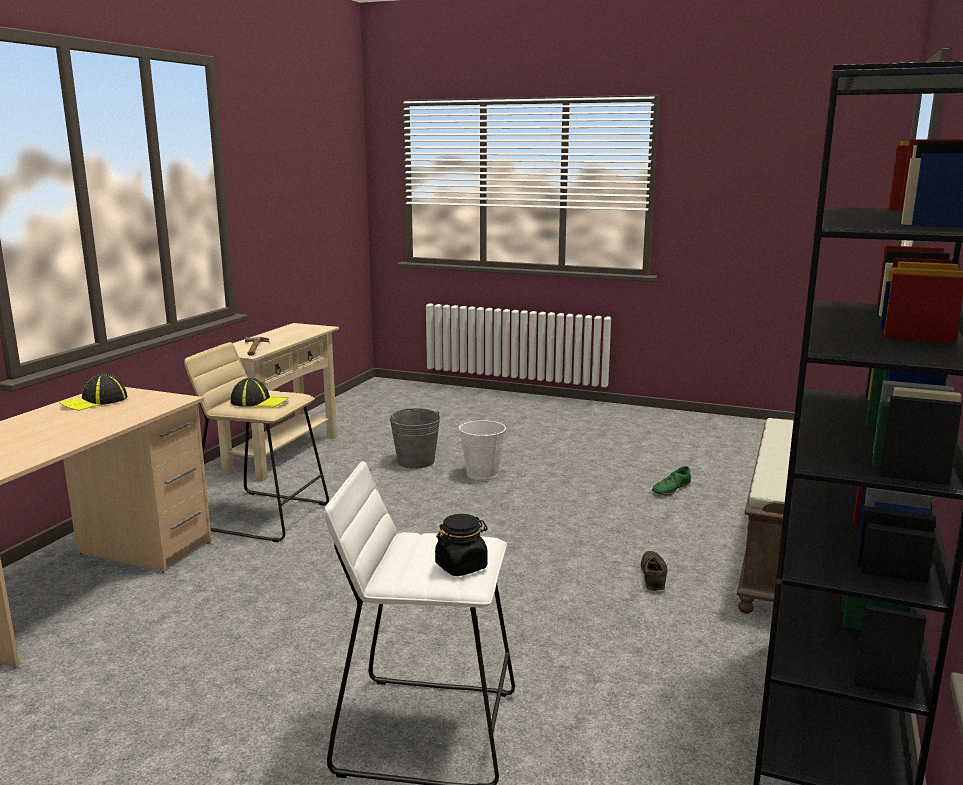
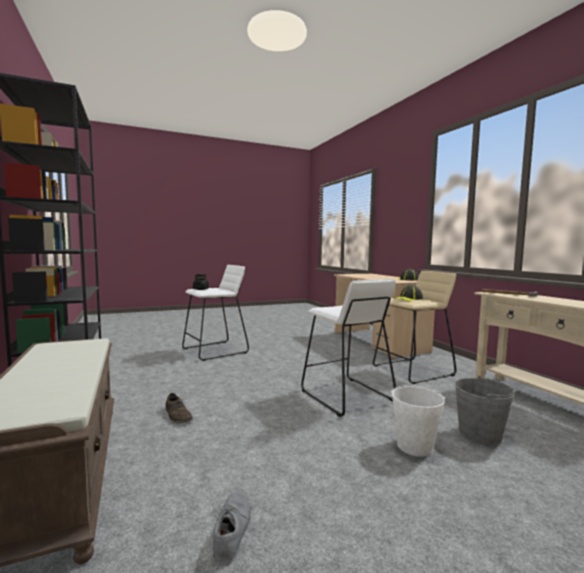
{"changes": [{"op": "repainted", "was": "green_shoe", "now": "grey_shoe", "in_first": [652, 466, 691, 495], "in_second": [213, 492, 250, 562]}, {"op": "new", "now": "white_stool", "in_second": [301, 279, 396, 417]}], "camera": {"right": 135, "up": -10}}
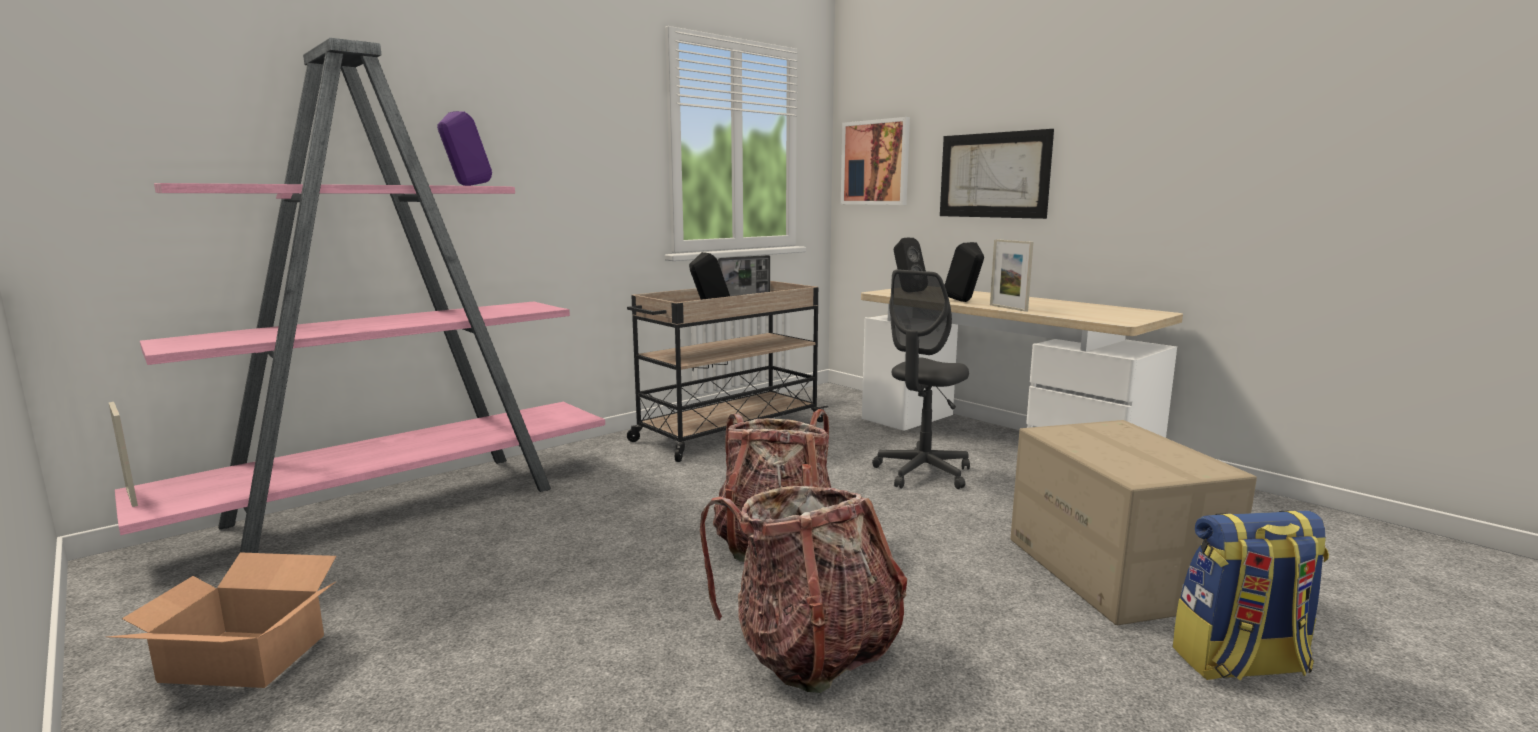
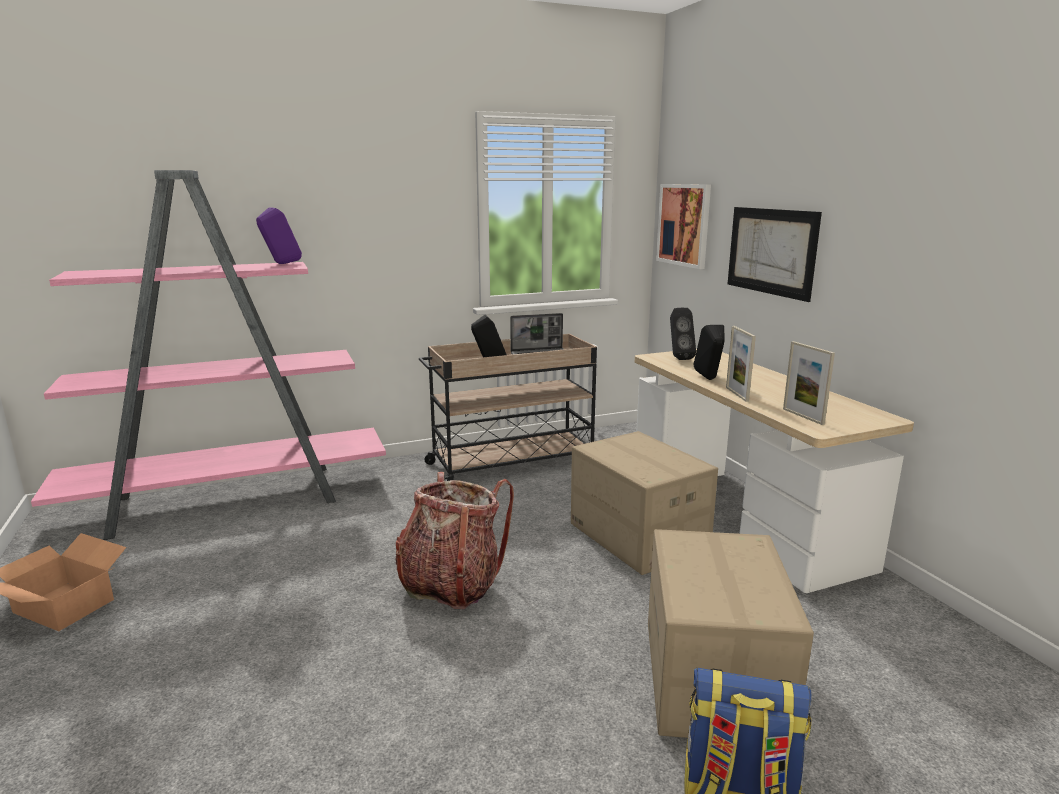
{"changes": [{"op": "shifted", "was": "picture_frame", "in_first": [108, 402, 138, 507], "in_second": [783, 341, 835, 425]}, {"op": "gone", "was": "backpack", "in_first": [700, 464, 907, 693]}, {"op": "swapped", "was": "grey_office_chair", "now": "cardboard_box", "in_first": [872, 269, 970, 489], "in_second": [571, 431, 718, 575]}], "camera": {"right": 20, "up": 5}}
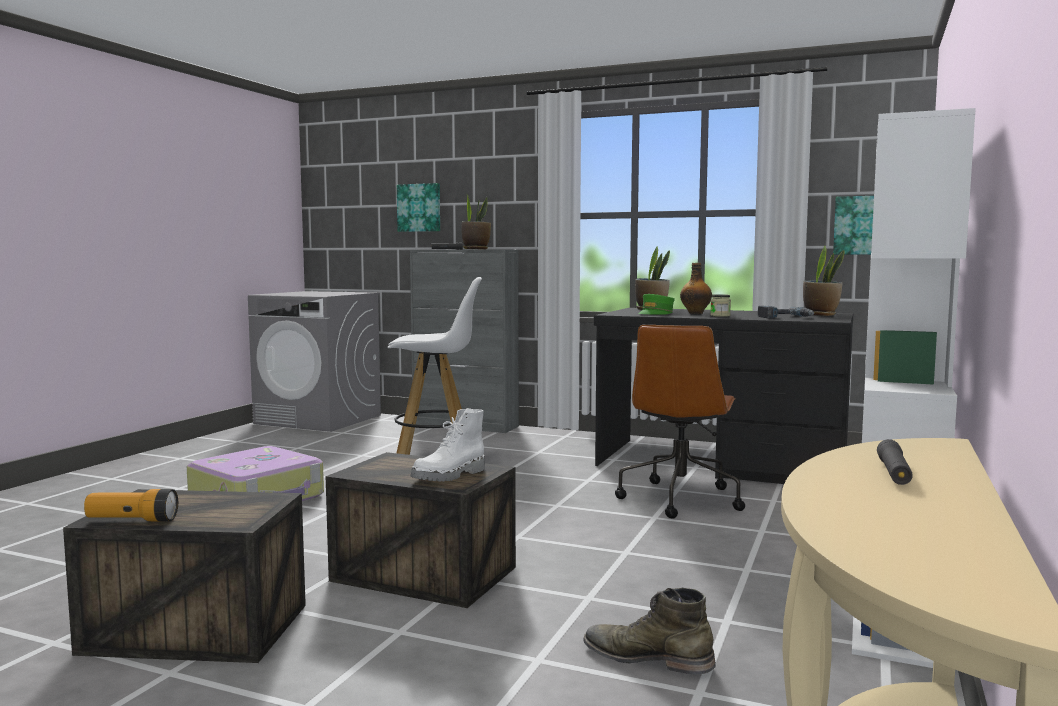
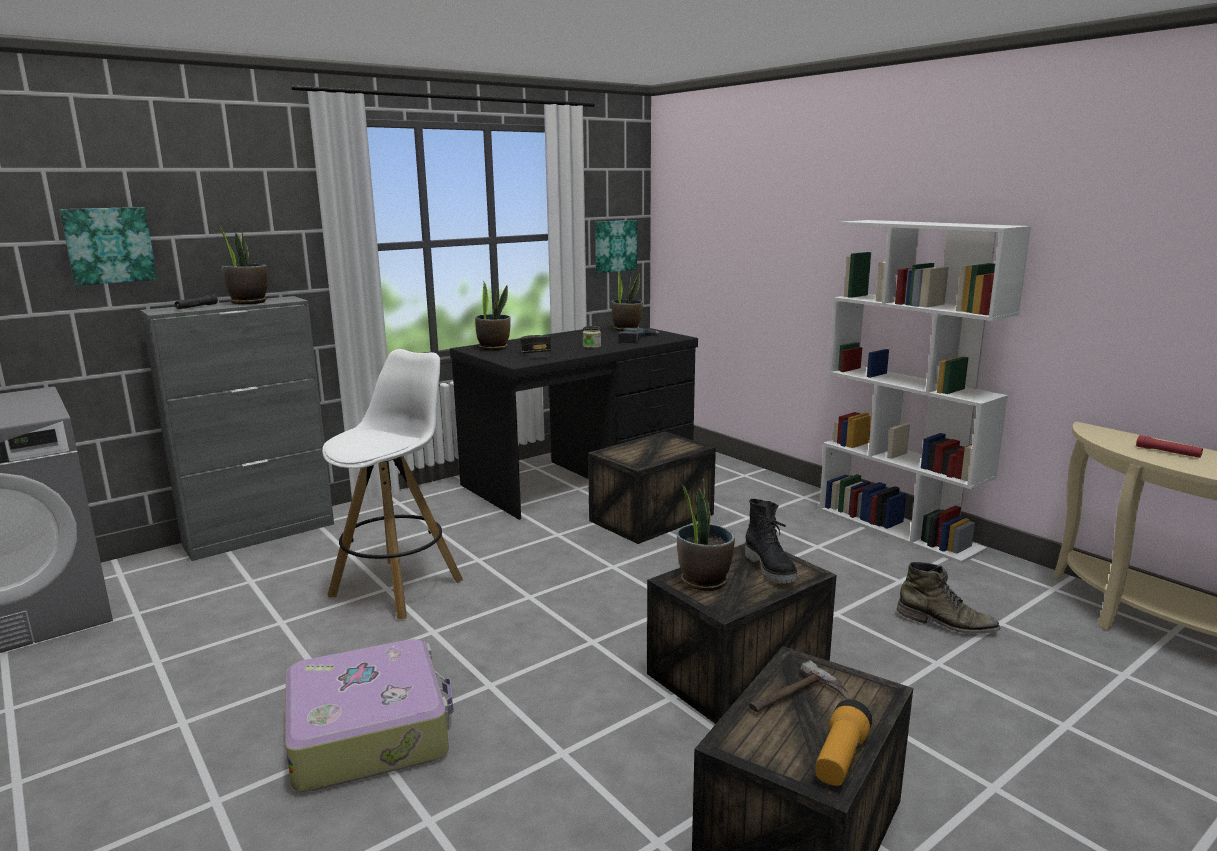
{"changes": [{"op": "repainted", "was": "white_boot", "now": "black_boot", "in_first": [410, 408, 485, 481], "in_second": [745, 499, 797, 583]}, {"op": "rotated", "was": "green_boot", "in_first": [583, 588, 716, 675], "in_second": [897, 562, 1000, 634], "clockwise": -120}, {"op": "swapped", "was": "brown_office_chair", "now": "crate", "in_first": [615, 325, 745, 519], "in_second": [588, 431, 716, 544]}, {"op": "repainted", "was": "green_cap", "now": "grey_cap", "in_first": [638, 294, 675, 315], "in_second": [520, 335, 553, 358]}, {"op": "gone", "was": "bottle", "in_first": [680, 263, 712, 314]}, {"op": "repainted", "was": "black_flashlight", "now": "red_flashlight", "in_first": [877, 439, 913, 485], "in_second": [1136, 435, 1203, 458]}, {"op": "new", "now": "potted_plant", "in_second": [677, 478, 735, 591]}, {"op": "new", "now": "hammer", "in_second": [749, 660, 848, 712]}], "camera": {"right": -60, "up": 10}}
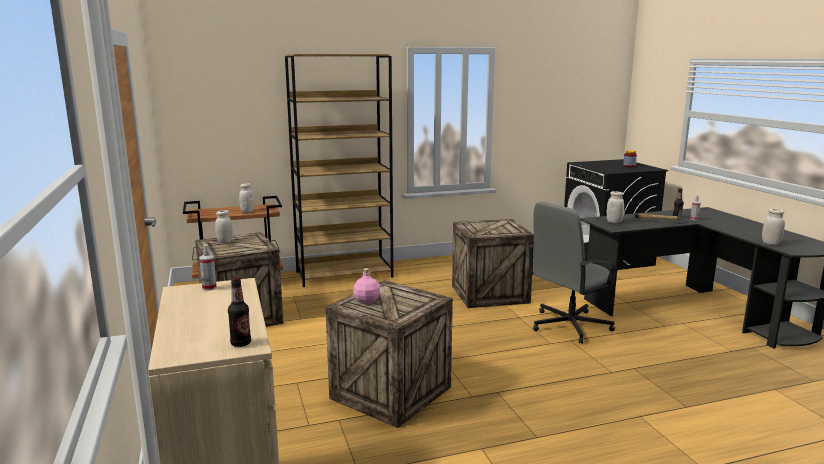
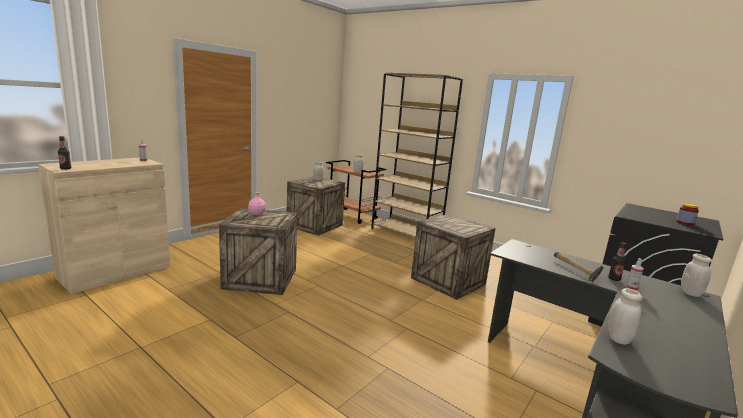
{"changes": [{"op": "gone", "was": "grey_office_chair", "in_first": [528, 201, 619, 343]}, {"op": "shifted", "was": "white_jar", "in_first": [607, 191, 624, 223], "in_second": [681, 254, 712, 297]}], "camera": {"right": 55, "up": 0}}
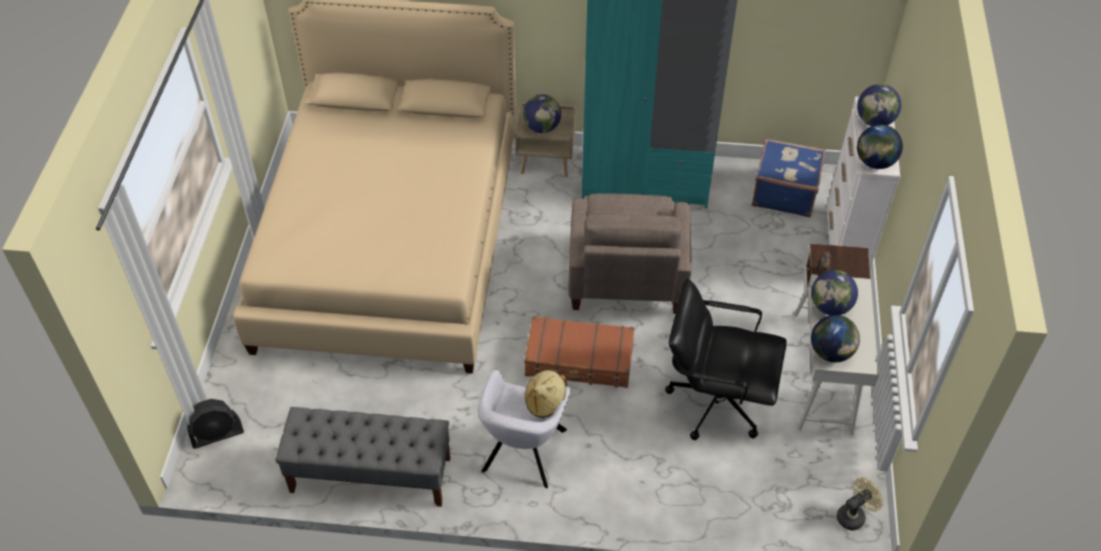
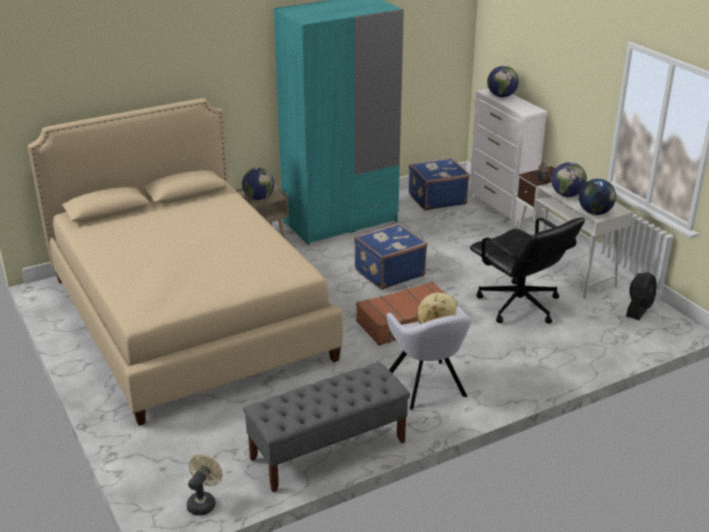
{"changes": [{"op": "shifted", "was": "black_fan", "in_first": [187, 399, 244, 449], "in_second": [626, 272, 657, 320]}, {"op": "swapped", "was": "beige_armchair", "now": "blue_suitcase", "in_first": [569, 193, 692, 314], "in_second": [354, 223, 427, 290]}, {"op": "rotated", "was": "black_office_chair", "in_first": [665, 279, 787, 440], "in_second": [470, 217, 585, 323], "clockwise": -105}, {"op": "shifted", "was": "beige_fan", "in_first": [837, 477, 883, 531], "in_second": [187, 454, 222, 516]}, {"op": "gone", "was": "globe", "in_first": [857, 124, 903, 169]}], "camera": {"right": -35, "up": -20}}
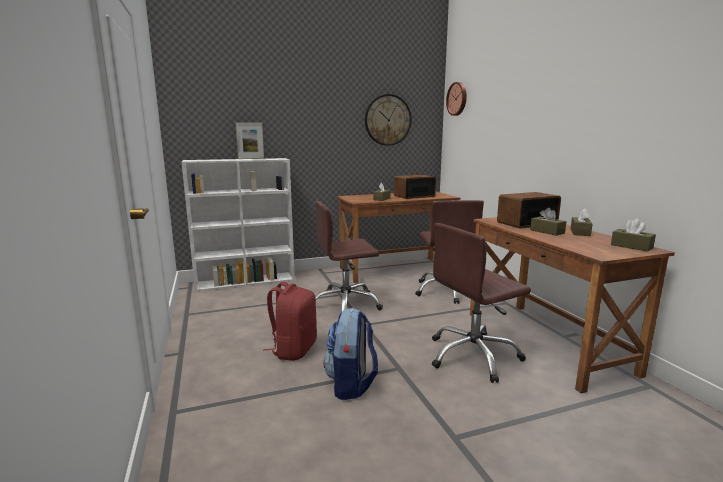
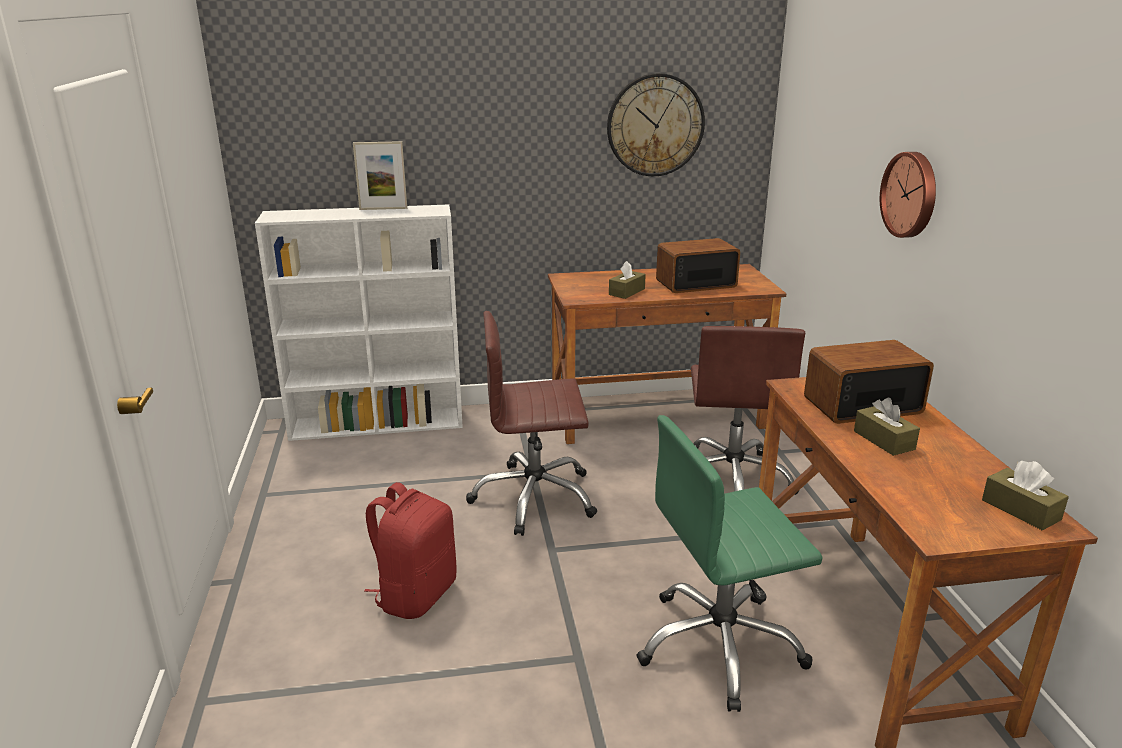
{"changes": [{"op": "gone", "was": "backpack", "in_first": [323, 308, 378, 400]}, {"op": "repainted", "was": "brown_office_chair", "now": "green_office_chair", "in_first": [432, 223, 531, 383], "in_second": [636, 415, 823, 712]}, {"op": "shifted", "was": "wall_clock", "in_first": [446, 82, 467, 116], "in_second": [880, 152, 936, 238]}, {"op": "gone", "was": "brown_tissue_box", "in_first": [571, 208, 593, 236]}], "camera": {"right": 10, "up": 10}}
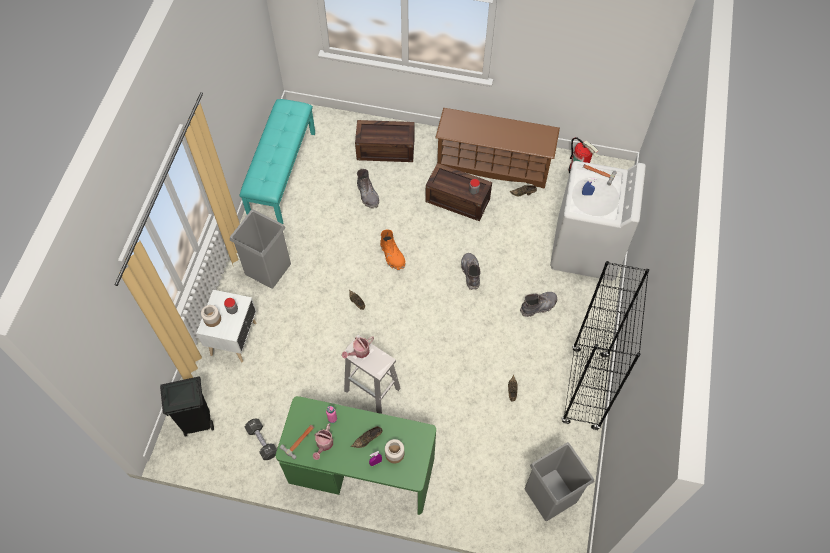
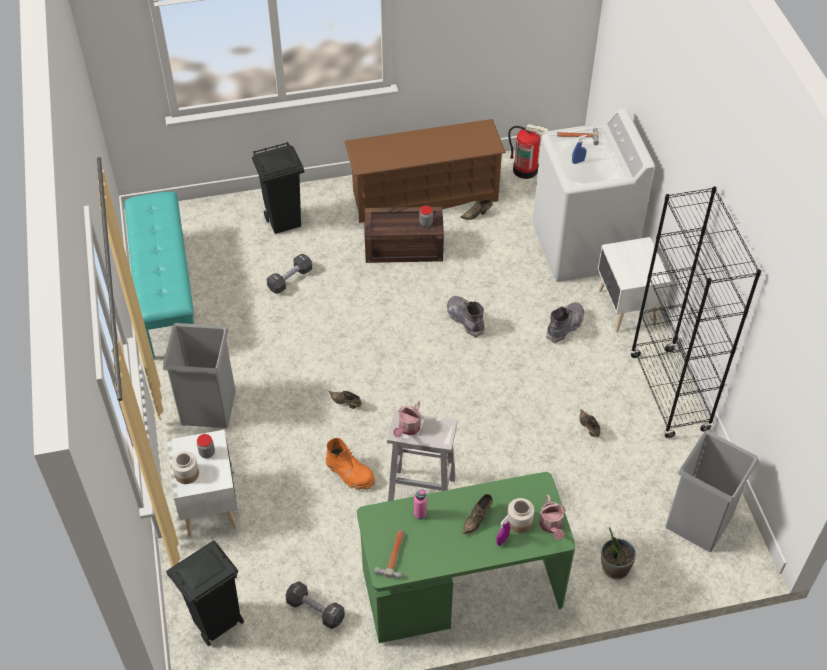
{"changes": [{"op": "shifted", "was": "watering_can", "in_first": [313, 423, 333, 460], "in_second": [539, 495, 565, 540]}, {"op": "swapped", "was": "crate", "now": "black_trash_can", "in_first": [355, 120, 414, 162], "in_second": [252, 142, 304, 234]}, {"op": "swapped", "was": "grey_boot", "now": "black_dumbbell", "in_first": [357, 169, 379, 209], "in_second": [267, 254, 312, 294]}, {"op": "shifted", "was": "orange_boot", "in_first": [380, 229, 405, 270], "in_second": [326, 438, 376, 490]}, {"op": "new", "now": "white_nightstand", "in_second": [598, 237, 671, 332]}, {"op": "new", "now": "potted_plant", "in_second": [601, 527, 636, 580]}], "camera": {"right": -25, "up": -10}}
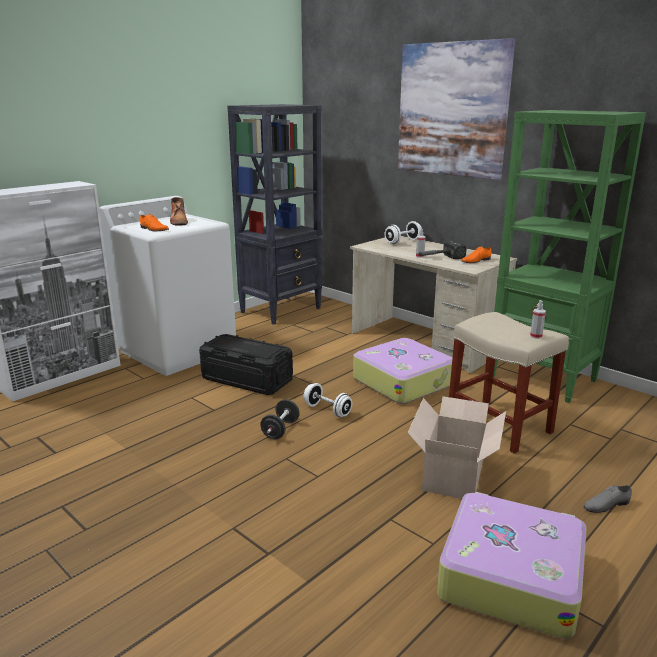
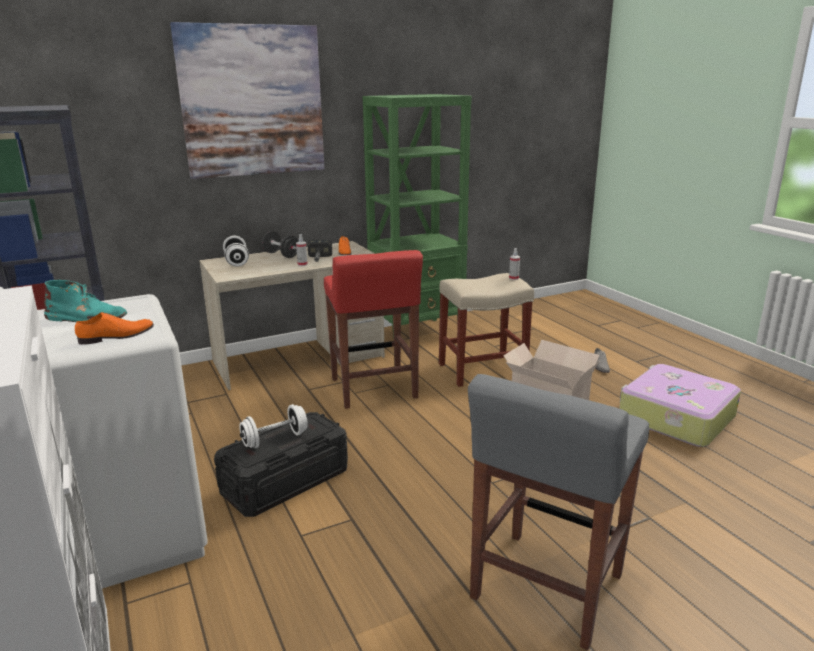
{"changes": [{"op": "repainted", "was": "brown_boot", "now": "turquoise_boot", "in_first": [170, 197, 188, 226], "in_second": [44, 280, 127, 322]}, {"op": "shifted", "was": "black_dumbbell", "in_first": [260, 399, 300, 439], "in_second": [262, 231, 299, 258]}, {"op": "shifted", "was": "white_dumbbell", "in_first": [303, 383, 352, 417], "in_second": [239, 404, 308, 448]}, {"op": "swapped", "was": "suitcase", "now": "red_stool", "in_first": [353, 338, 453, 404], "in_second": [324, 250, 423, 409]}, {"op": "new", "now": "grey_stool", "in_second": [468, 374, 649, 650]}], "camera": {"right": -70, "up": 0}}
